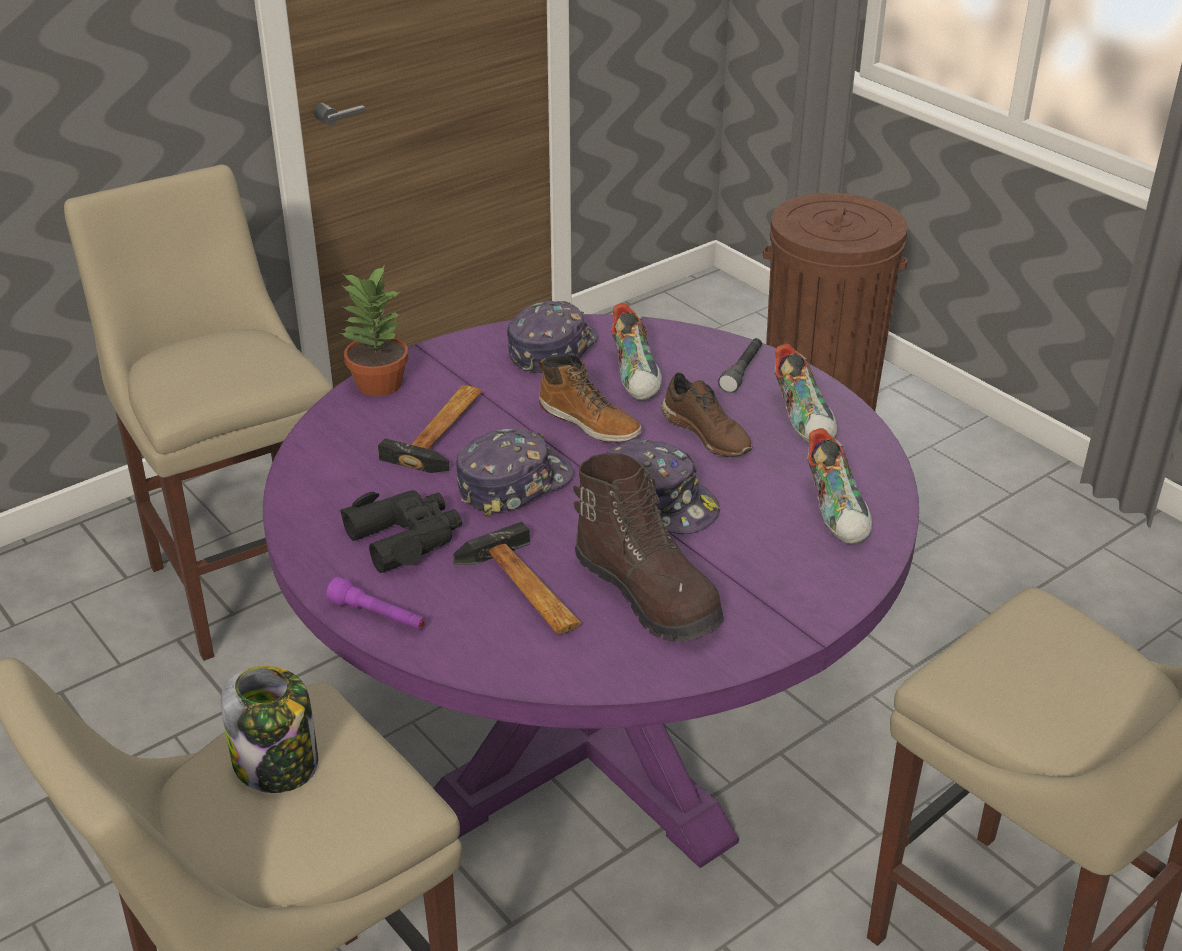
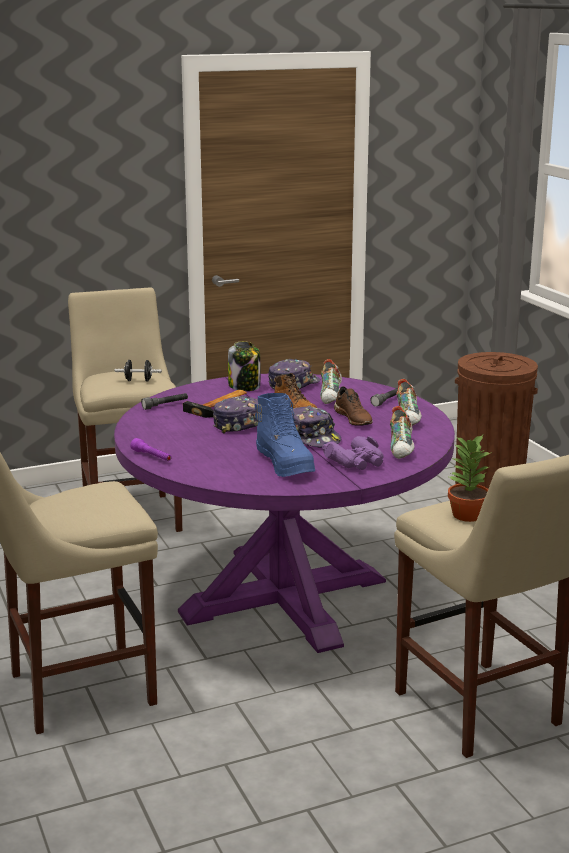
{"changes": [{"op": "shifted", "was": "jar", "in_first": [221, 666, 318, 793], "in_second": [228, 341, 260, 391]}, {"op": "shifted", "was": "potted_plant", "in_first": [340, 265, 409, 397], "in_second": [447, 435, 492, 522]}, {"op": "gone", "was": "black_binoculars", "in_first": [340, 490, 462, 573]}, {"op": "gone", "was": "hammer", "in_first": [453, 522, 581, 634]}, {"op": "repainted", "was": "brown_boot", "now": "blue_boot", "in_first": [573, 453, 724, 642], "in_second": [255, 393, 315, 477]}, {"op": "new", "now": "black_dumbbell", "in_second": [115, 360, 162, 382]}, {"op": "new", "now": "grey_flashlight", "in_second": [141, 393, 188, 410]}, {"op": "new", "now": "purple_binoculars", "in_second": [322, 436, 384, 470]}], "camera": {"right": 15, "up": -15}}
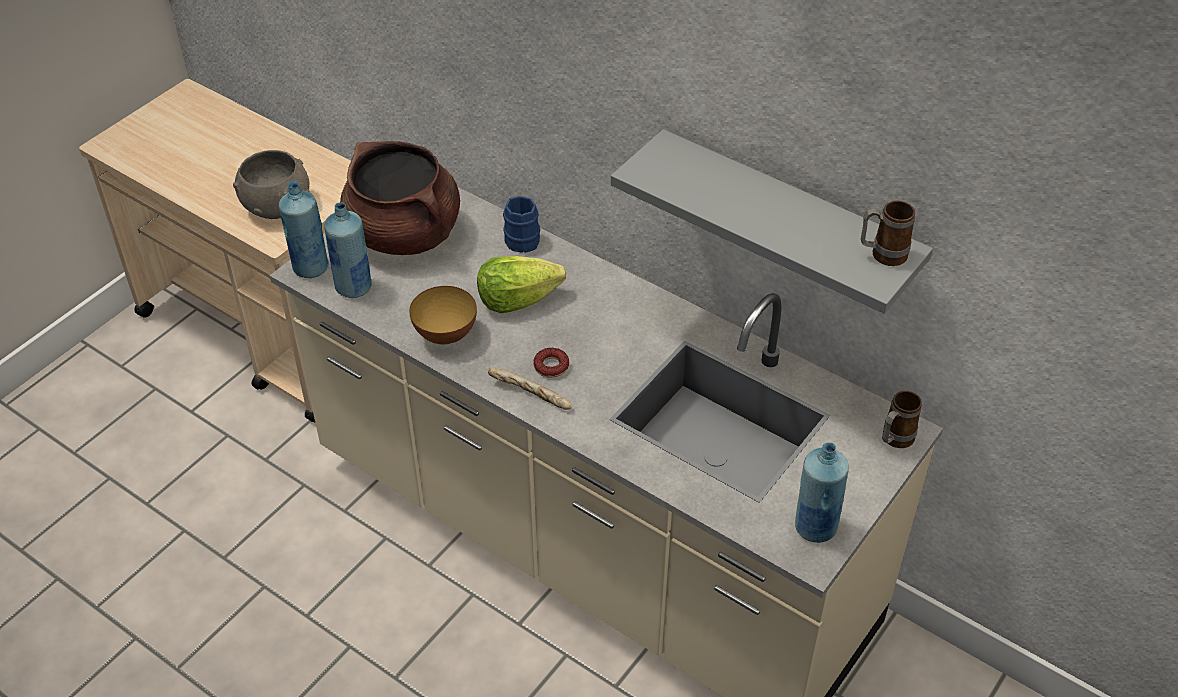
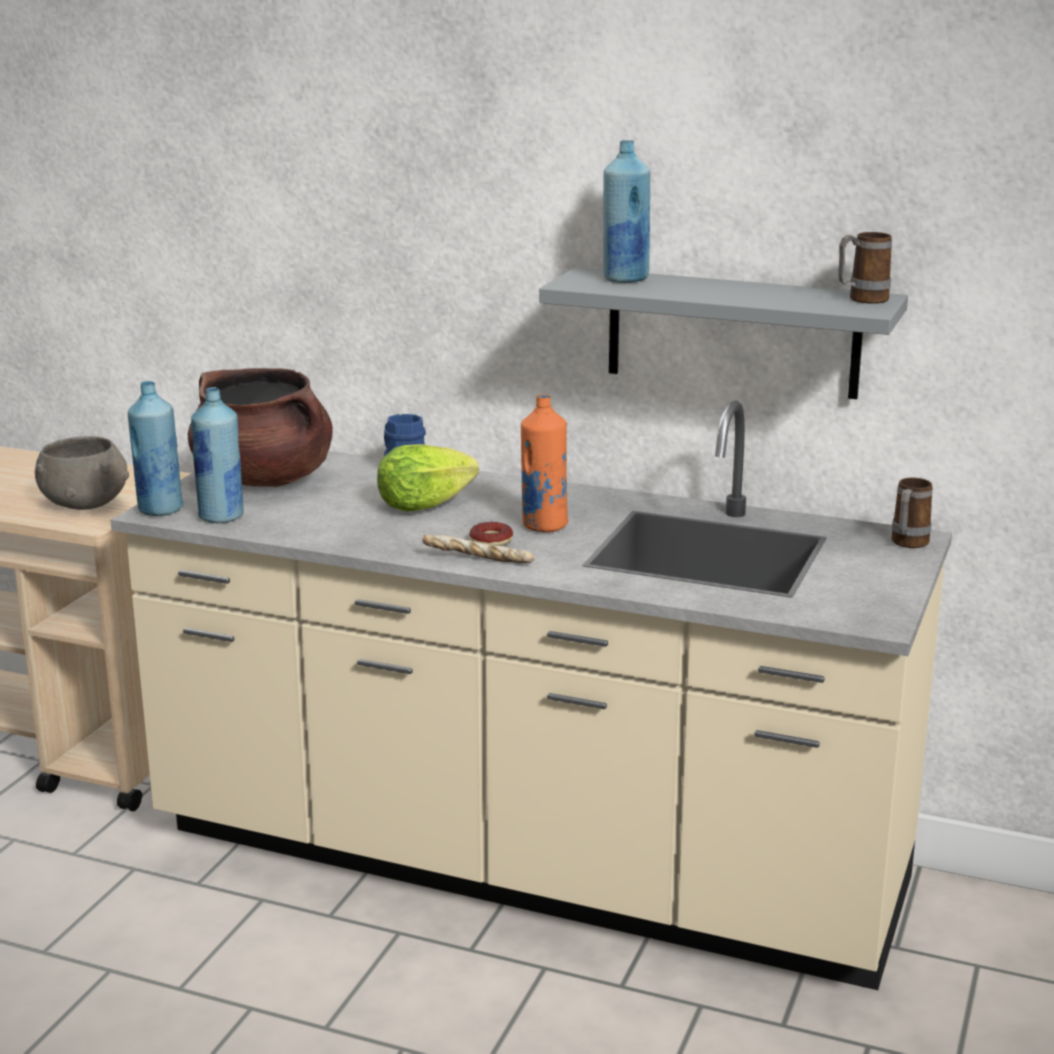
{"changes": [{"op": "gone", "was": "bowl", "in_first": [409, 286, 477, 344]}, {"op": "shifted", "was": "blue_bottle", "in_first": [795, 442, 849, 543], "in_second": [603, 140, 650, 283]}, {"op": "new", "now": "orange_bottle", "in_second": [521, 394, 569, 532]}], "camera": {"right": -15, "up": -25}}
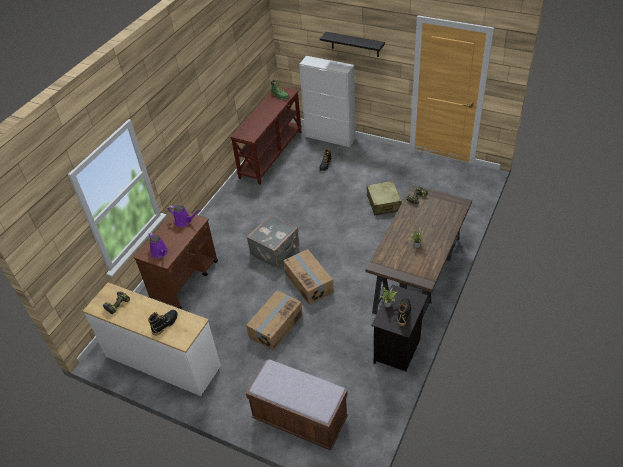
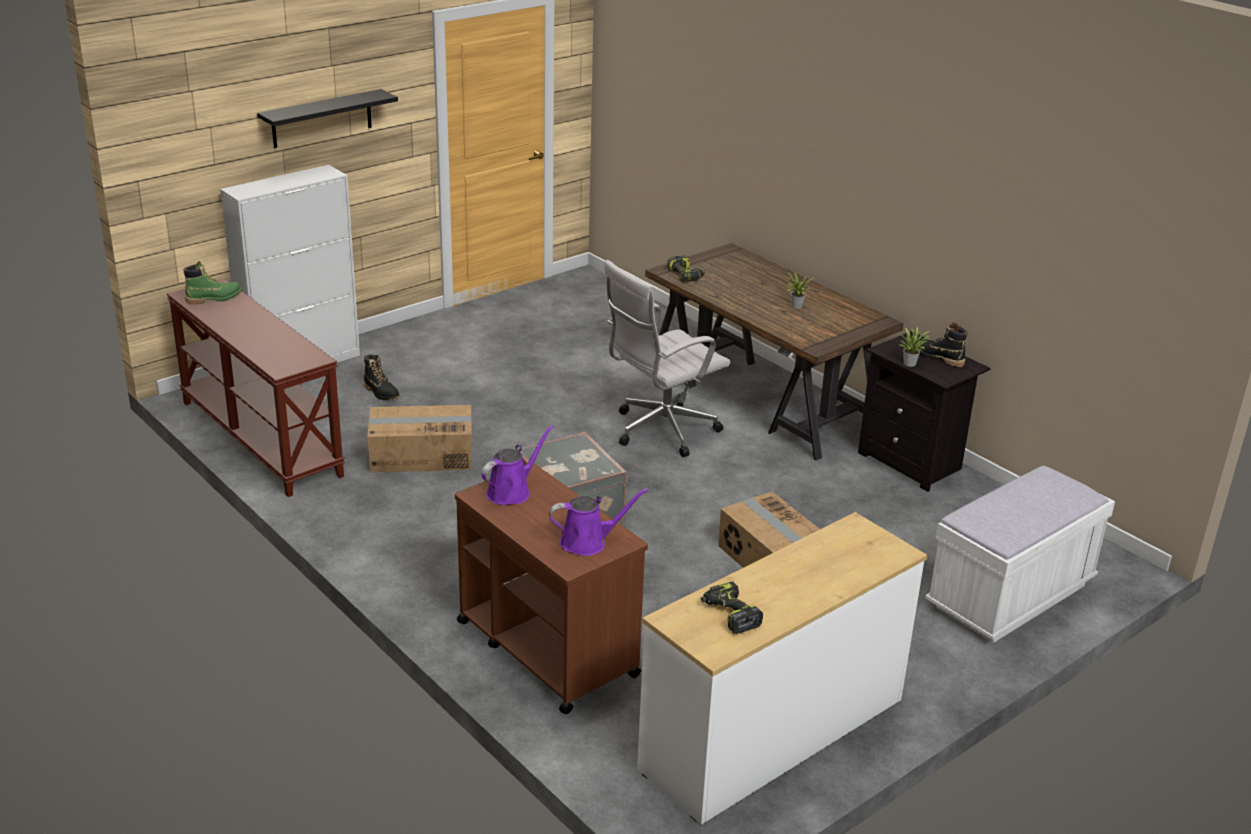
{"changes": [{"op": "gone", "was": "black_boot", "in_first": [148, 310, 178, 336]}, {"op": "repainted", "was": "brown_bench", "now": "white_bench", "in_first": [246, 359, 348, 450], "in_second": [925, 466, 1115, 643]}, {"op": "shifted", "was": "cardboard_box", "in_first": [283, 249, 334, 305], "in_second": [367, 405, 472, 473]}, {"op": "gone", "was": "beige_suitcase", "in_first": [367, 181, 402, 215]}, {"op": "new", "now": "white_office_chair", "in_second": [603, 260, 730, 457]}], "camera": {"right": -70, "up": -15}}
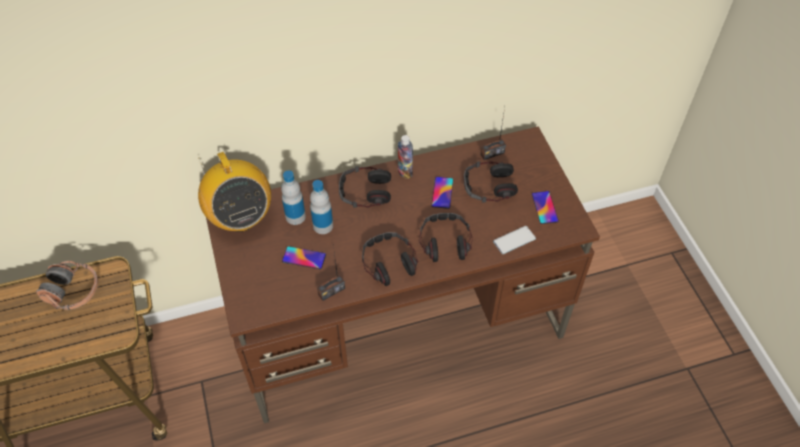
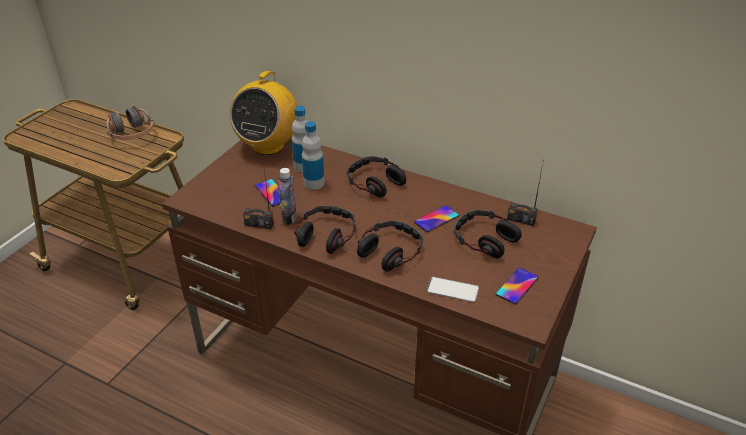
{"changes": [{"op": "shifted", "was": "bottle", "in_first": [398, 135, 413, 179], "in_second": [278, 168, 297, 225]}], "camera": {"right": 45, "up": -15}}
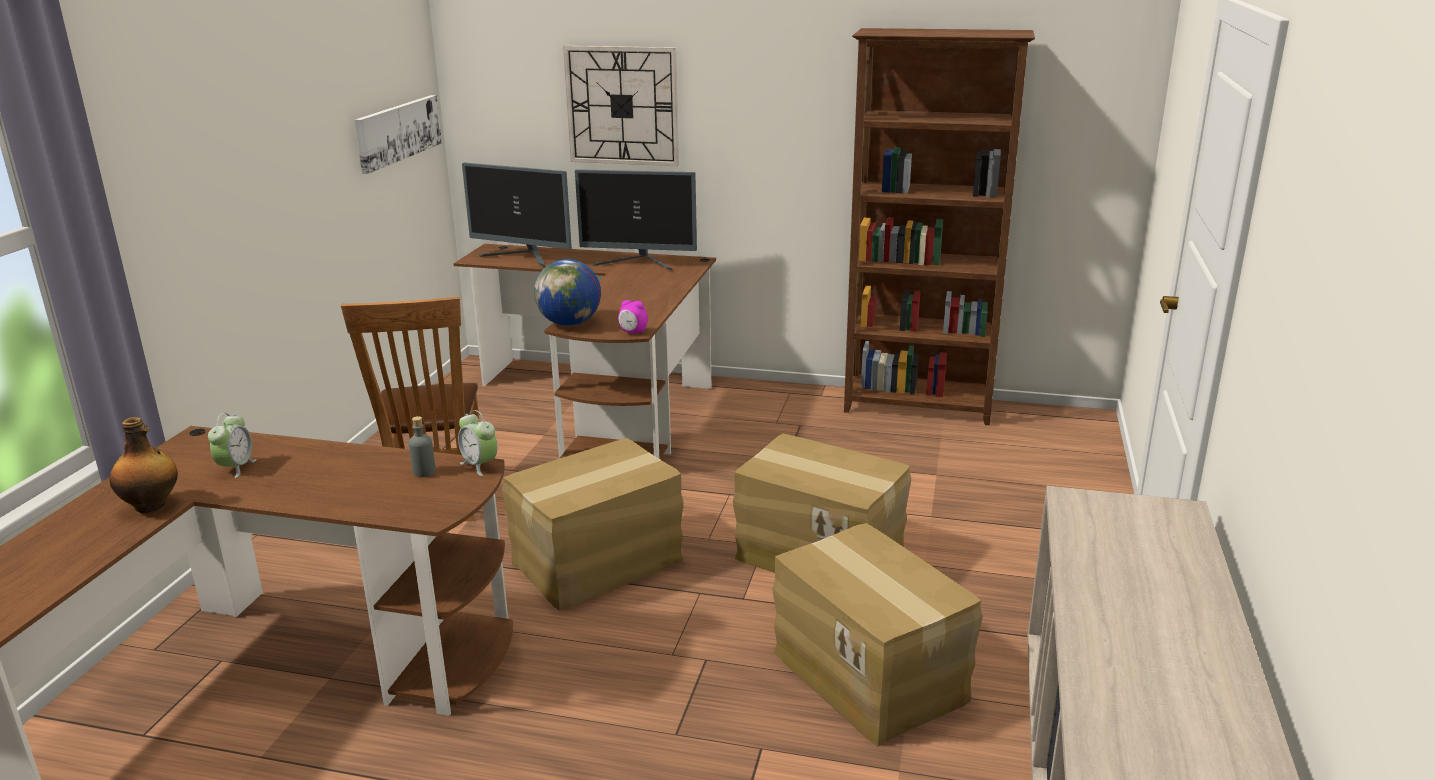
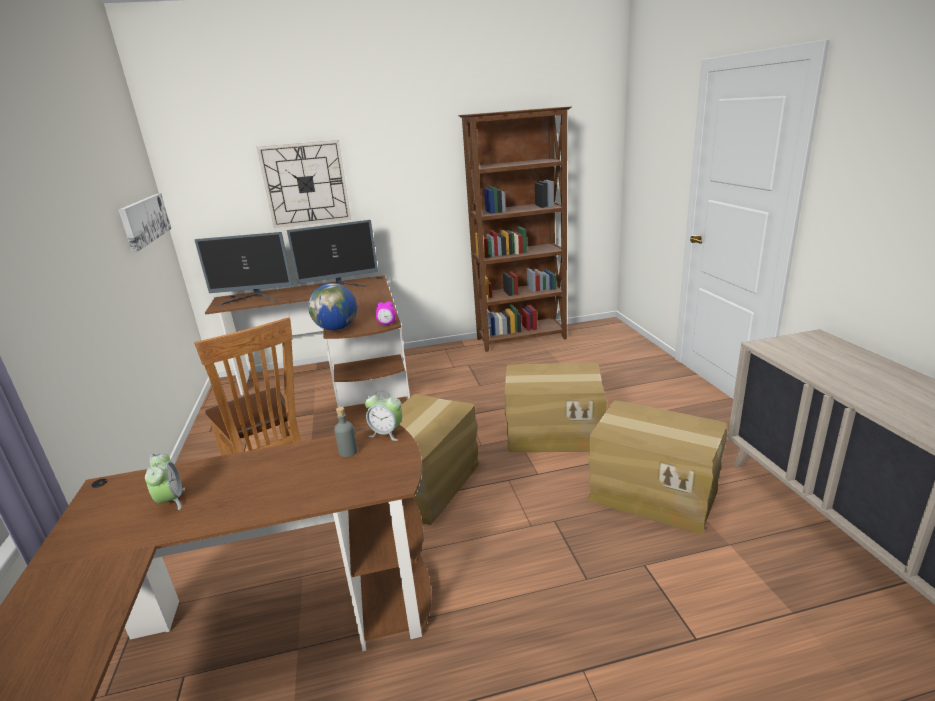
{"changes": [{"op": "gone", "was": "bottle", "in_first": [110, 417, 178, 513]}], "camera": {"right": -25, "up": 0}}
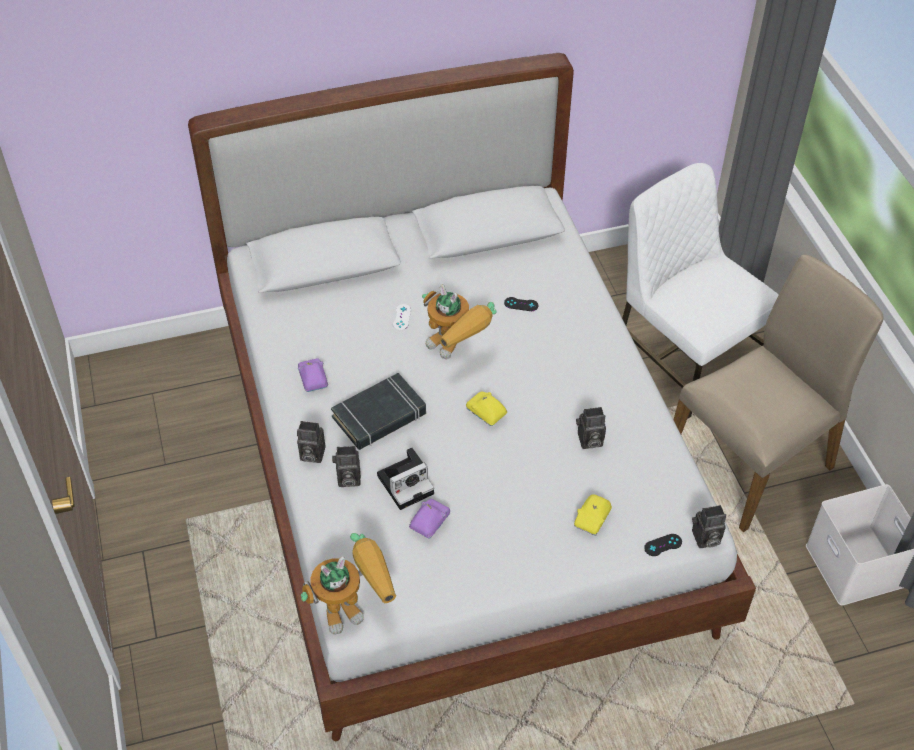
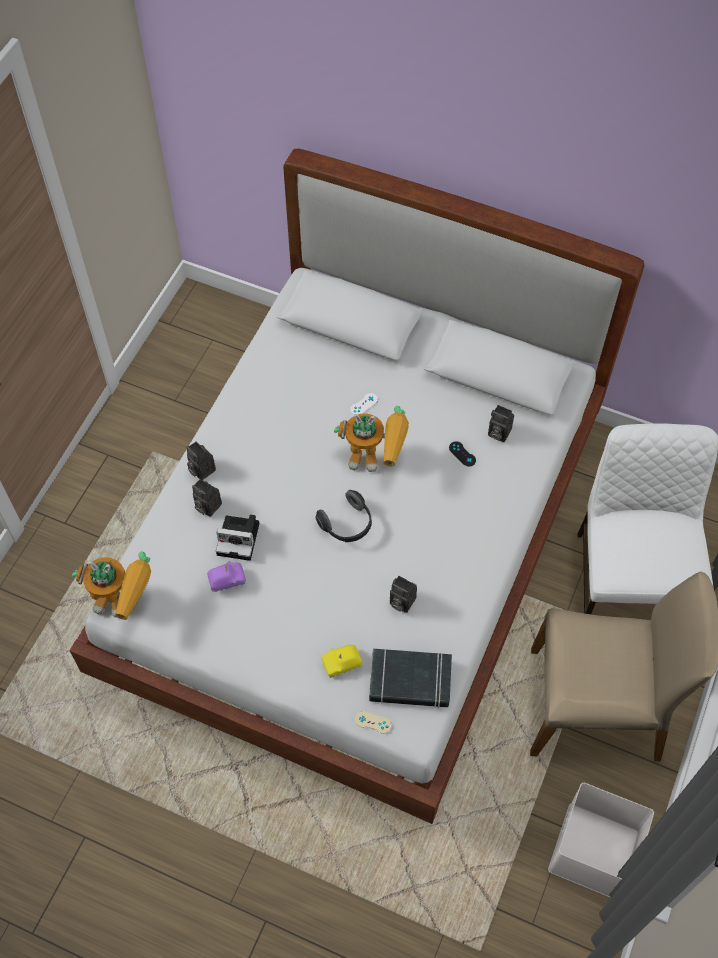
{"changes": [{"op": "gone", "was": "purple_toy_car", "in_first": [298, 358, 328, 392]}, {"op": "shifted", "was": "black_book", "in_first": [331, 373, 426, 450], "in_second": [369, 649, 452, 708]}, {"op": "rotated", "was": "toy_robot", "in_first": [422, 284, 497, 360], "in_second": [334, 406, 409, 472], "clockwise": -75}, {"op": "swapped", "was": "yellow_toy_car", "now": "headphones", "in_first": [466, 392, 507, 426], "in_second": [315, 490, 372, 542]}, {"op": "repainted", "was": "black_game_controller", "now": "beige_game_controller", "in_first": [644, 534, 682, 556], "in_second": [355, 711, 391, 734]}, {"op": "shifted", "was": "photo_camera", "in_first": [692, 505, 726, 548], "in_second": [488, 405, 514, 442]}], "camera": {"right": 40, "up": 10}}
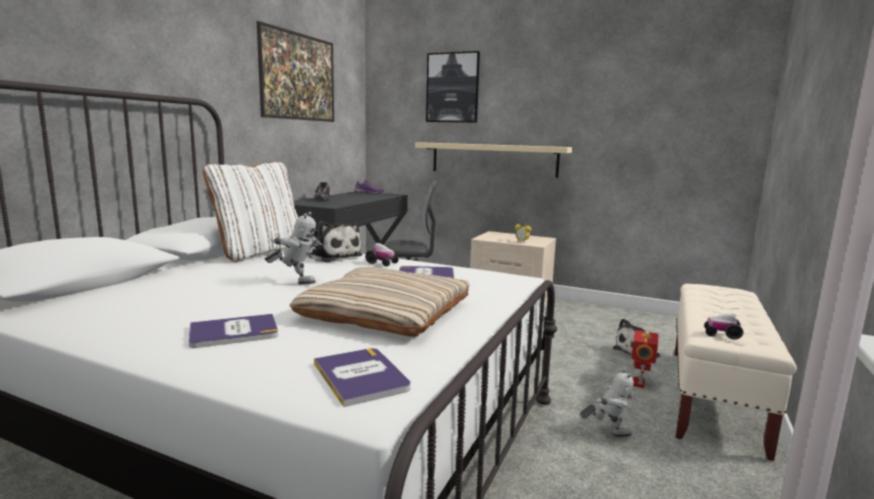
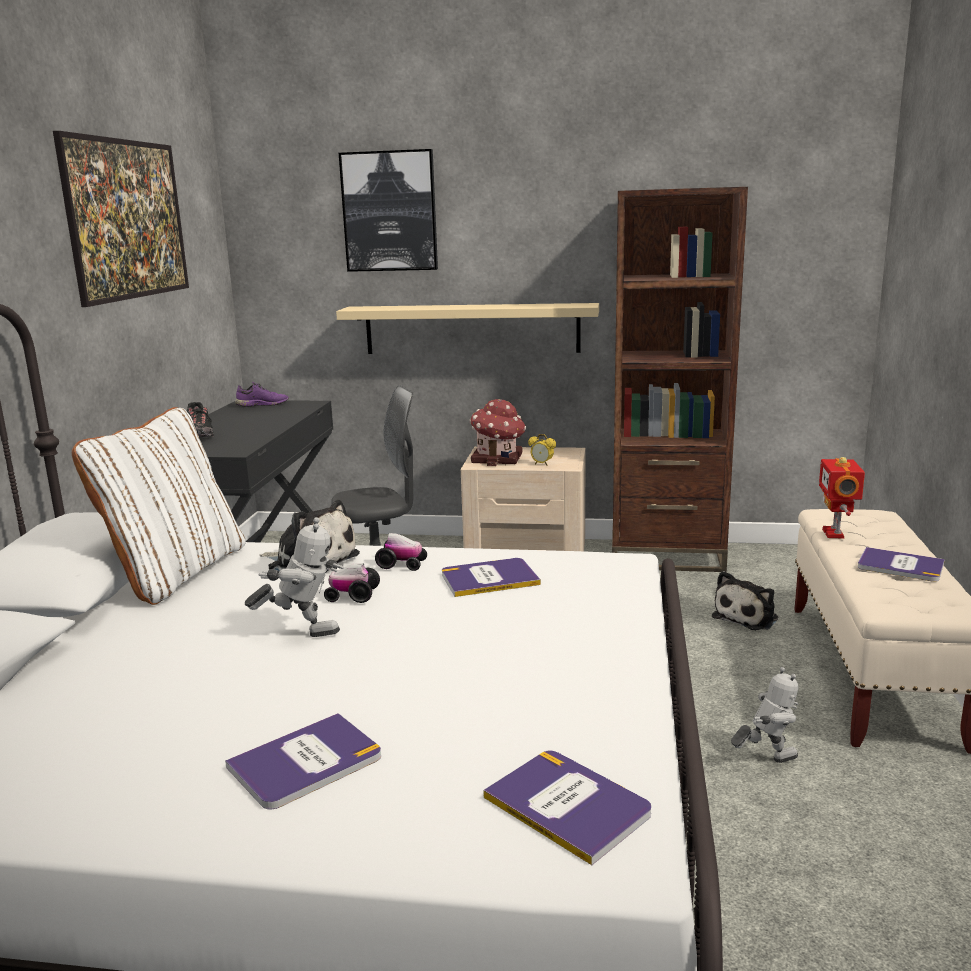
{"changes": [{"op": "gone", "was": "beige_pillow", "in_first": [289, 267, 469, 337]}, {"op": "shifted", "was": "toy_robot", "in_first": [631, 330, 659, 388], "in_second": [819, 457, 865, 539]}, {"op": "shifted", "was": "toy_car", "in_first": [704, 313, 743, 339], "in_second": [324, 563, 380, 603]}, {"op": "new", "now": "toy_house", "in_second": [470, 399, 526, 466]}, {"op": "new", "now": "brown_bookcase", "in_second": [612, 187, 748, 572]}, {"op": "new", "now": "book", "in_second": [858, 547, 945, 582]}], "camera": {"right": -15, "up": 5}}
